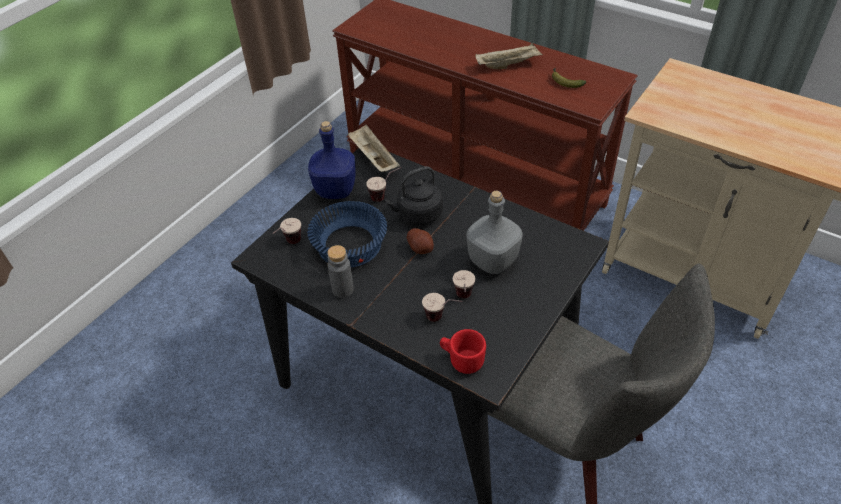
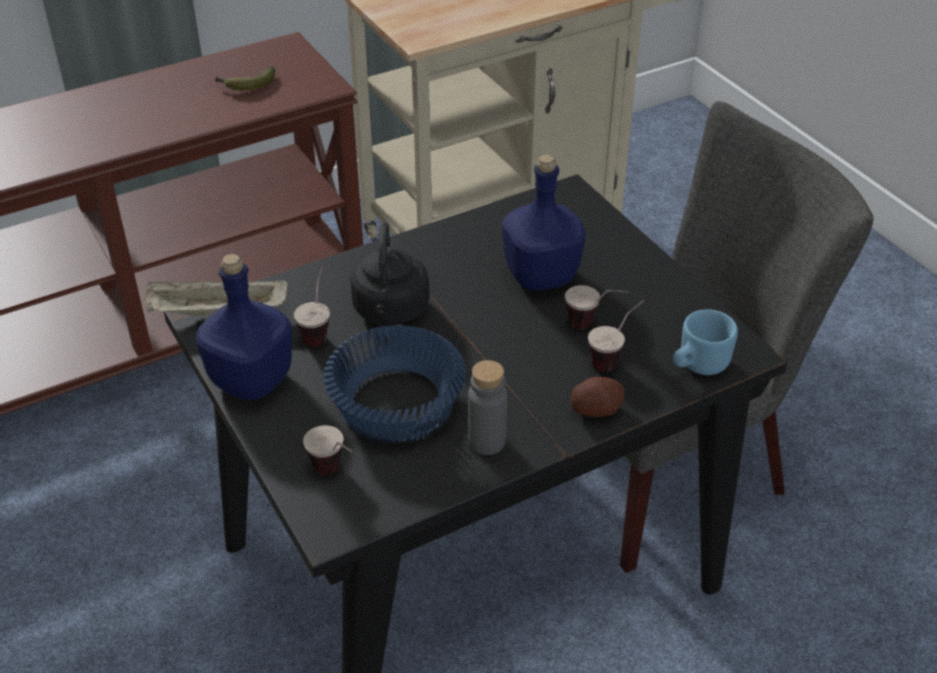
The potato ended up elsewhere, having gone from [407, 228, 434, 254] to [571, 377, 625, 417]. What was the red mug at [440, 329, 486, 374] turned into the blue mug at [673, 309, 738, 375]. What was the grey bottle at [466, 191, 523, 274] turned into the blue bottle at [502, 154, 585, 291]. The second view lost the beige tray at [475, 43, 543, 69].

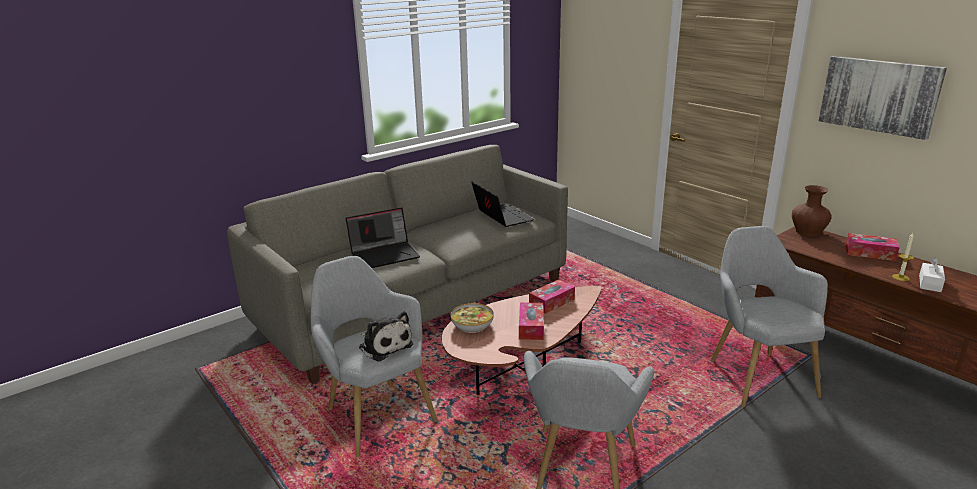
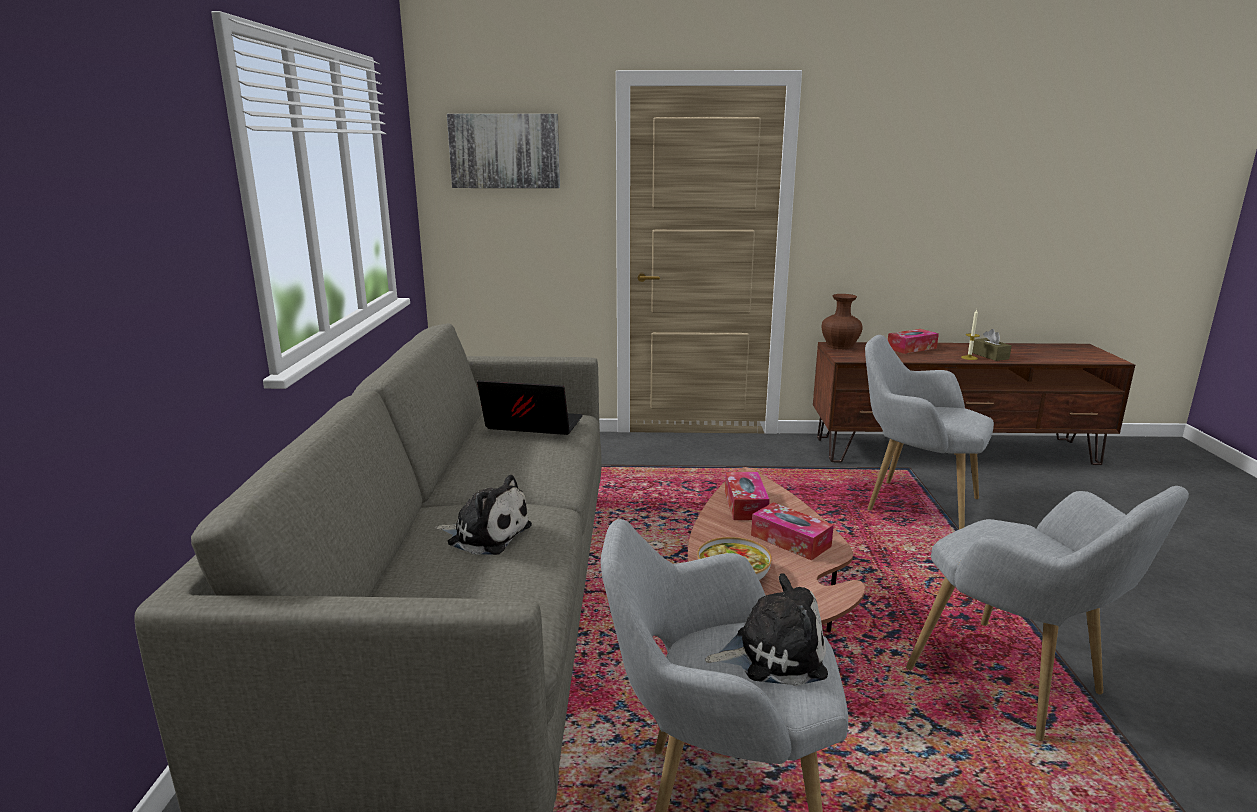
Where the laptop stood at [345, 207, 420, 268], the plush toy came to stand at [434, 475, 532, 555]. The picture ended up elsewhere, having gone from [819, 56, 947, 140] to [447, 114, 560, 188]. What was the white tissue box at [919, 257, 945, 292] turned into the brown tissue box at [972, 329, 1012, 361].

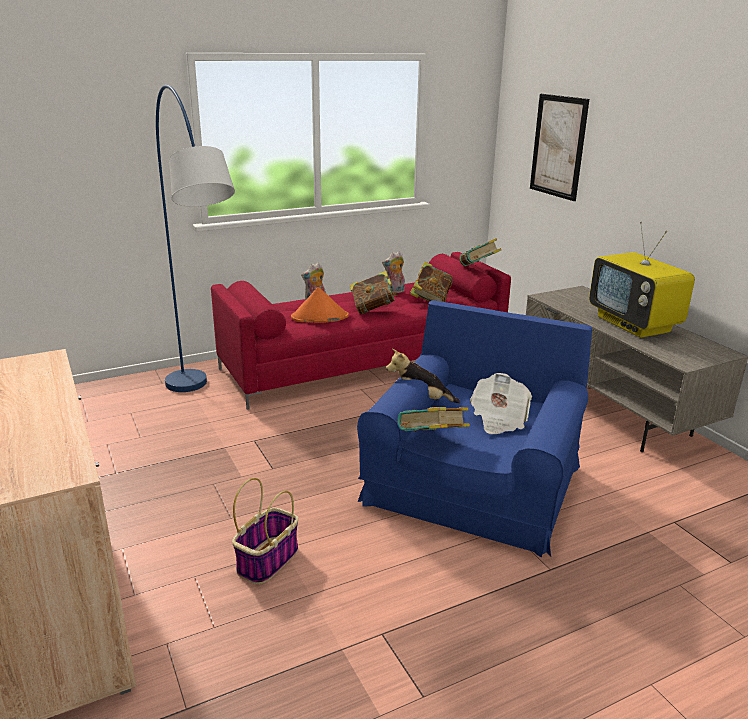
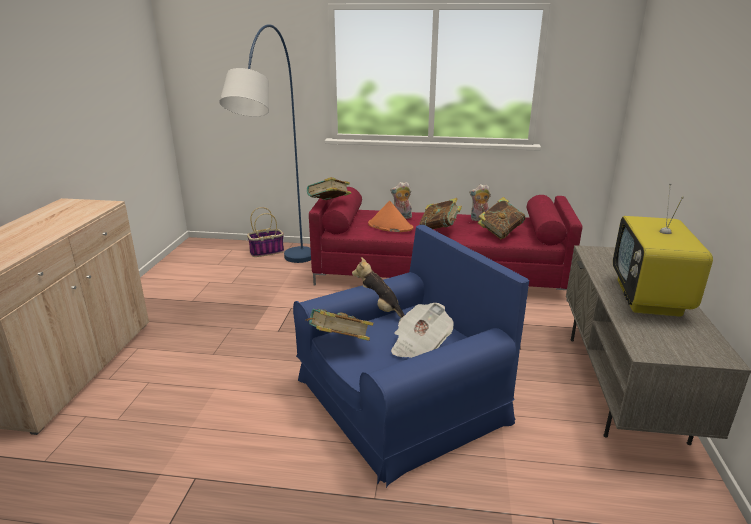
The basket ended up elsewhere, having gone from [232, 478, 298, 584] to [247, 207, 284, 257]. The book ended up elsewhere, having gone from [459, 238, 501, 266] to [307, 177, 352, 200]. The second view lost the picture at [530, 94, 589, 201].

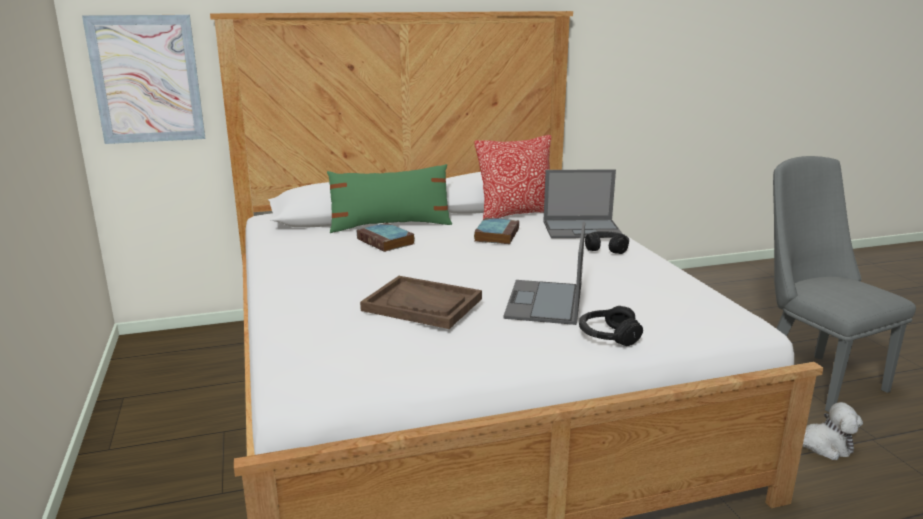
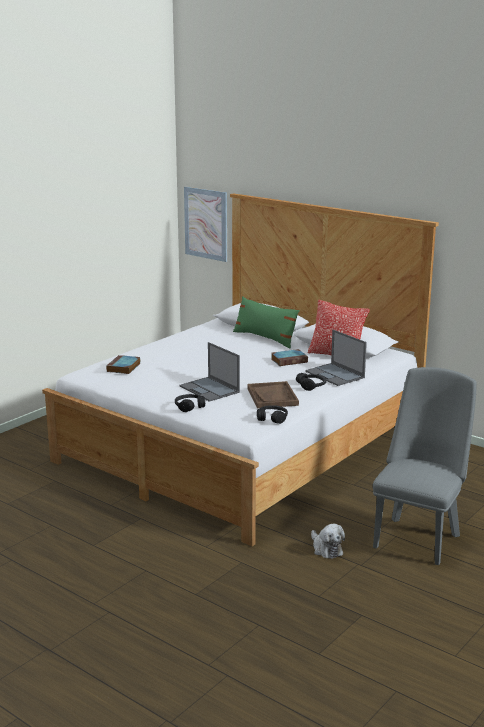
The book ended up elsewhere, having gone from [357, 223, 415, 252] to [106, 355, 141, 374]. The brown tray ended up elsewhere, having gone from [360, 276, 482, 329] to [248, 381, 299, 409]. The laptop at [503, 222, 585, 325] ended up facing another way, 105 degrees counterclockwise from before. The second view gained the black headphones at [257, 405, 288, 424].

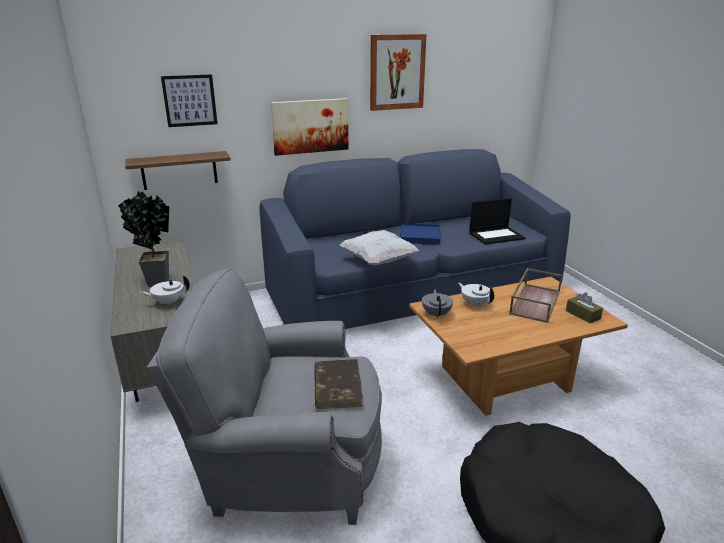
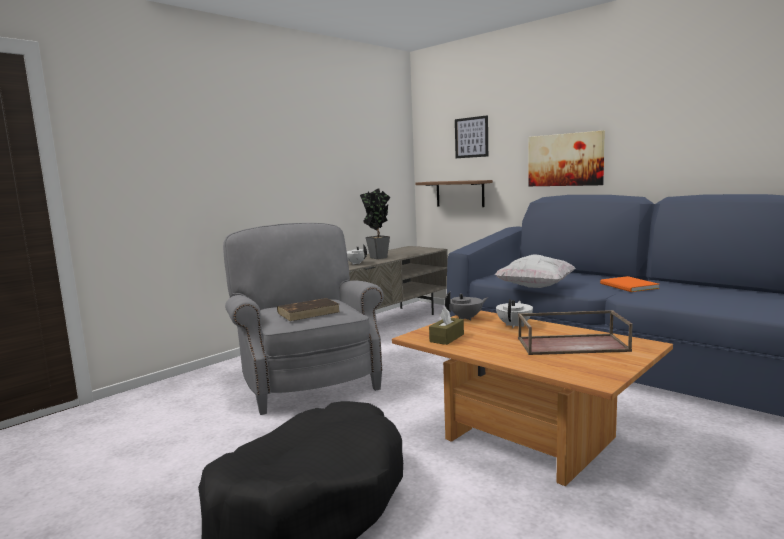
The second view lost the picture at [370, 34, 426, 111]. Where the blue tray stood at [400, 223, 440, 245], the orange book came to stand at [600, 276, 660, 292]. The second view lost the laptop at [469, 198, 526, 245]. The brown tissue box ended up elsewhere, having gone from [566, 292, 603, 323] to [429, 307, 464, 345].

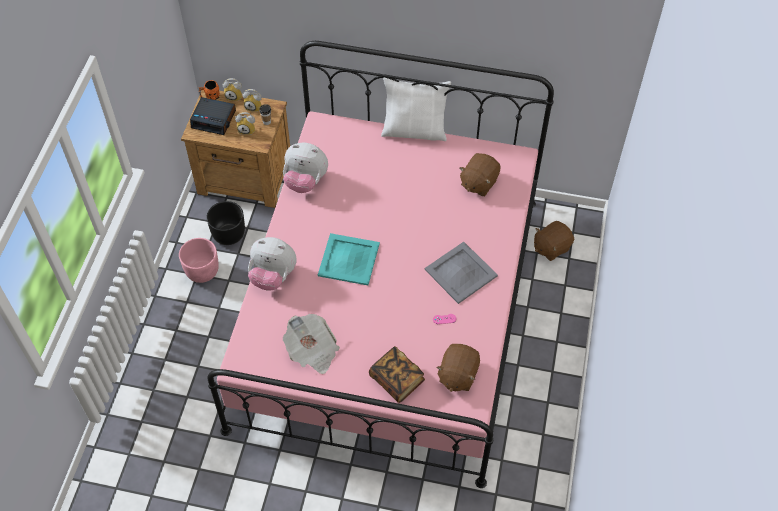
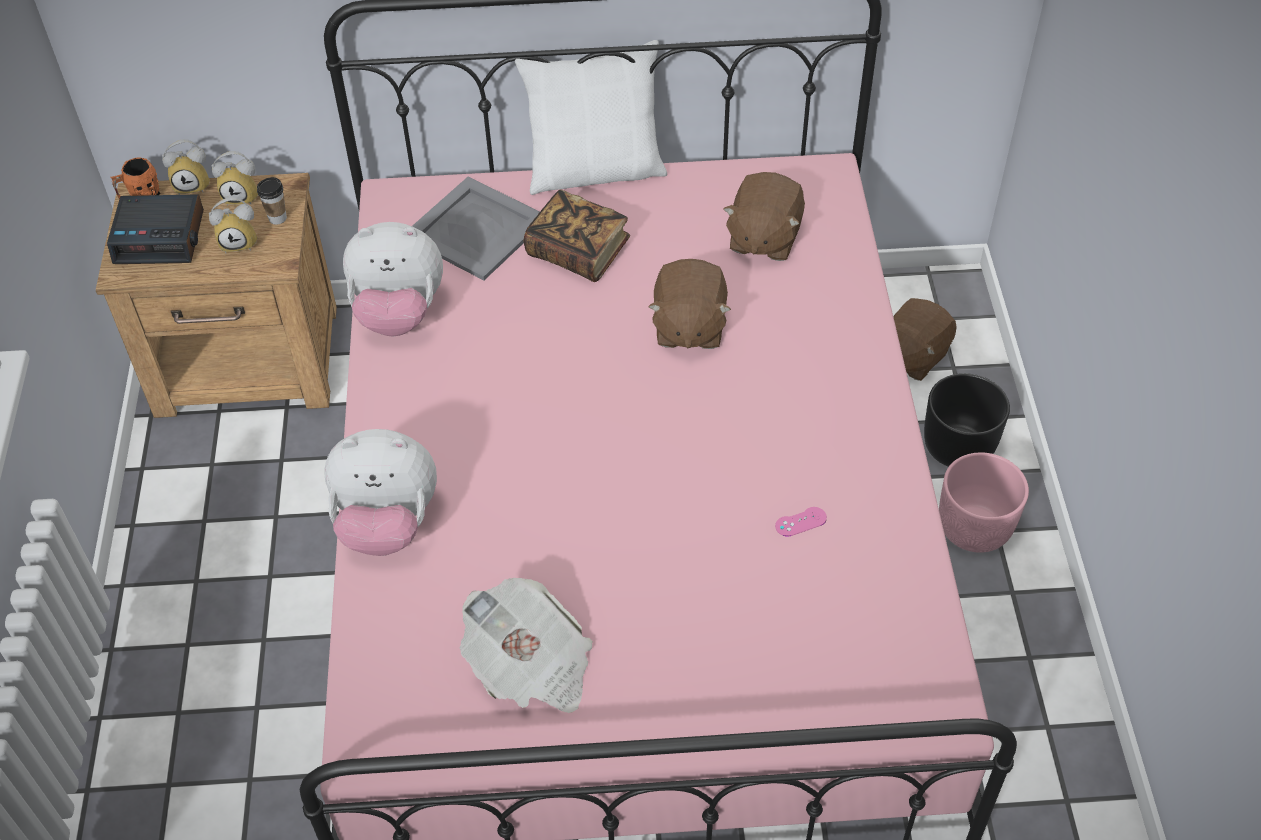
The pink planter ended up elsewhere, having gone from [179, 238, 219, 283] to [939, 453, 1029, 553]. The black planter ended up elsewhere, having gone from [207, 201, 245, 245] to [924, 373, 1010, 467]. The second view lost the turquoise tray at [318, 233, 380, 285]. The book ended up elsewhere, having gone from [369, 346, 425, 403] to [524, 189, 630, 282]. The grey tray ended up elsewhere, having gone from [425, 242, 498, 304] to [412, 177, 540, 280]. The brown plush toy ended up elsewhere, having gone from [436, 344, 480, 392] to [648, 259, 731, 349].

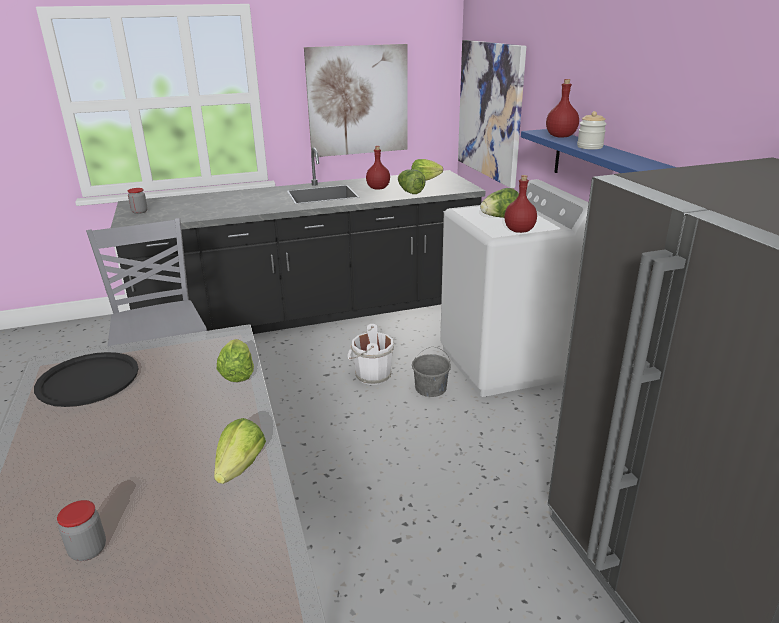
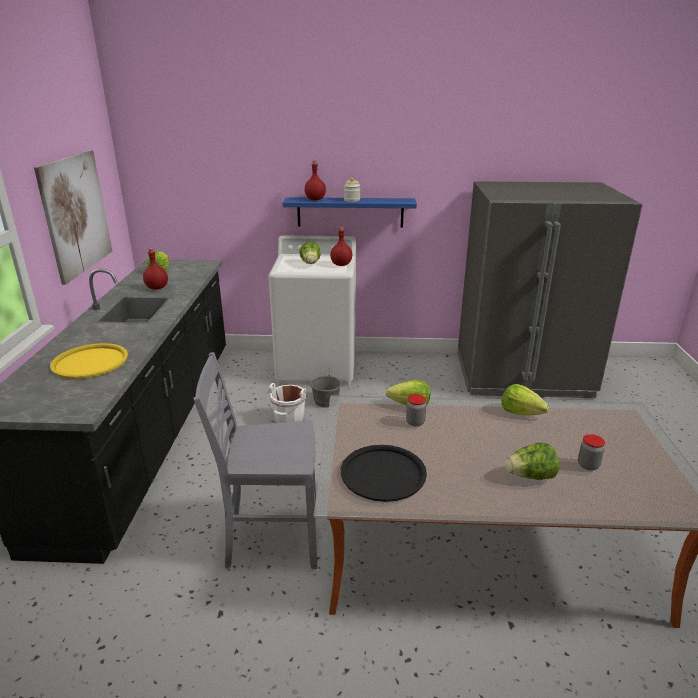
The jar ended up elsewhere, having gone from [127, 188, 148, 214] to [406, 394, 426, 426]. The lettuce ended up elsewhere, having gone from [398, 169, 426, 194] to [505, 443, 560, 480]. The second view lost the picture at [458, 40, 526, 188]. The second view gained the yellow tray at [50, 343, 128, 379].

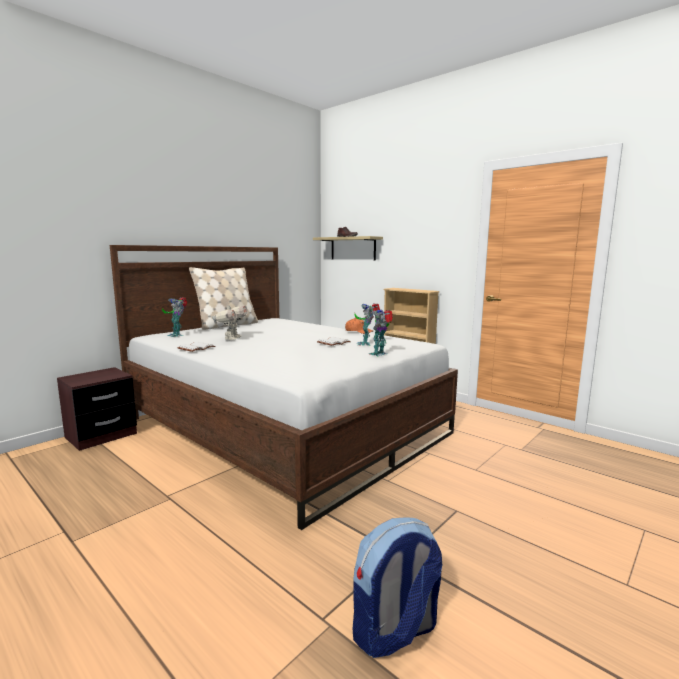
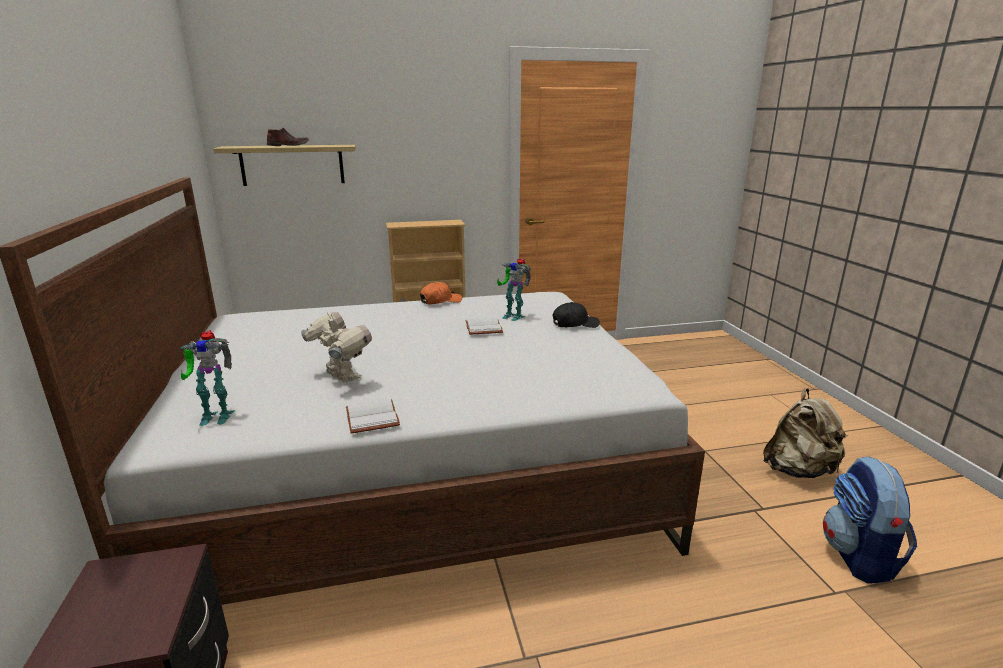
The second view lost the beige pillow at [189, 267, 258, 330]. Where the toy robot stood at [369, 309, 393, 357], the black cap came to stand at [553, 302, 600, 328]. The second view gained the beige backpack at [763, 388, 848, 478].

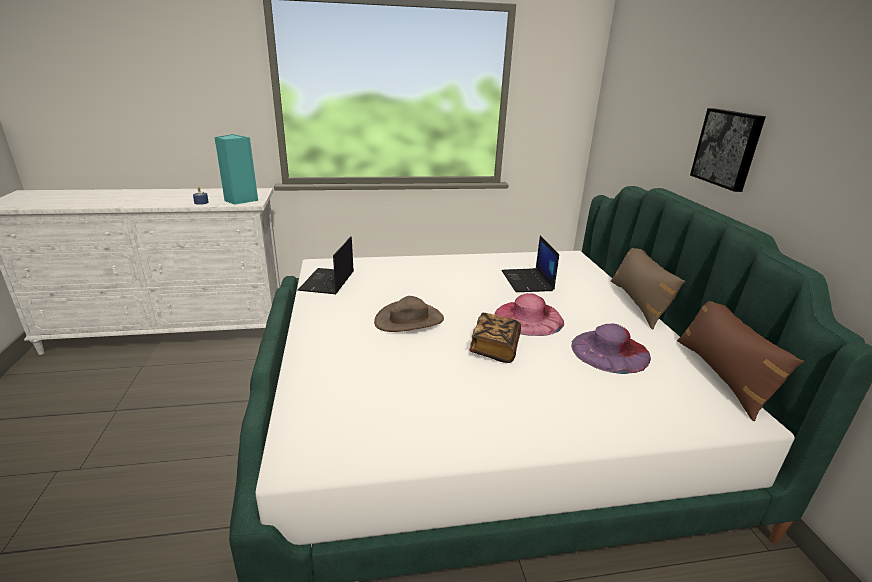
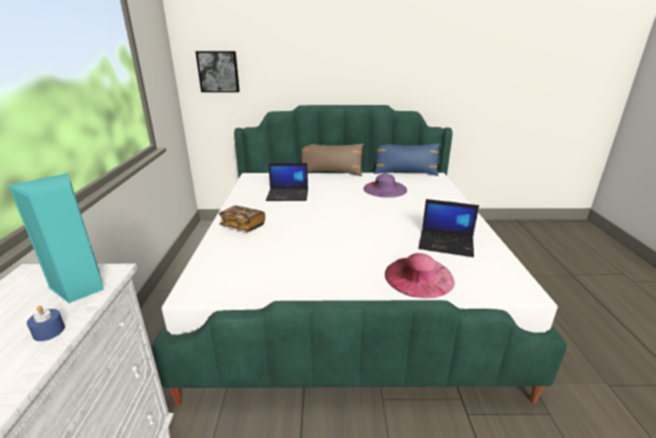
The laptop ended up elsewhere, having gone from [297, 237, 354, 294] to [418, 199, 479, 257]. The second view lost the brown hat at [374, 296, 444, 332]. The book ended up elsewhere, having gone from [469, 313, 521, 363] to [219, 205, 265, 232]. The pink hat ended up elsewhere, having gone from [495, 293, 564, 336] to [385, 253, 455, 298]. What was the brown pillow at [677, 301, 804, 421] turned into the blue pillow at [374, 143, 440, 176]. The picture ended up elsewhere, having gone from [690, 108, 766, 192] to [195, 51, 240, 92].

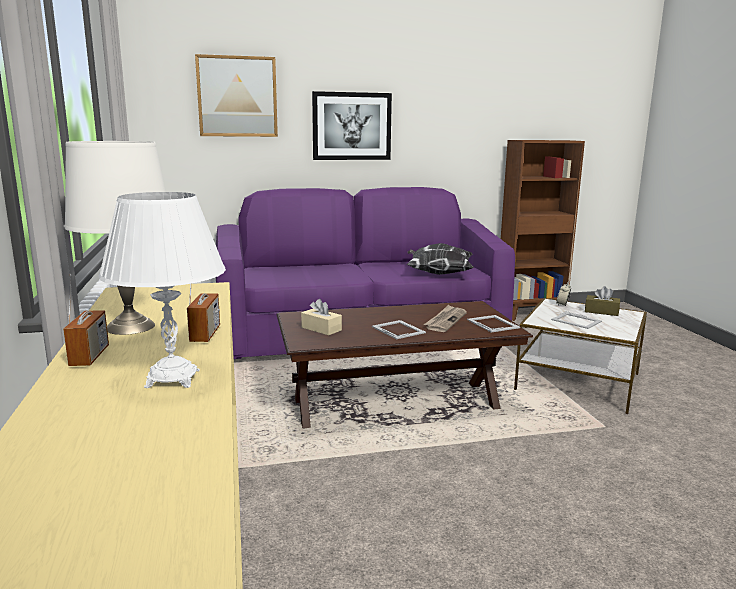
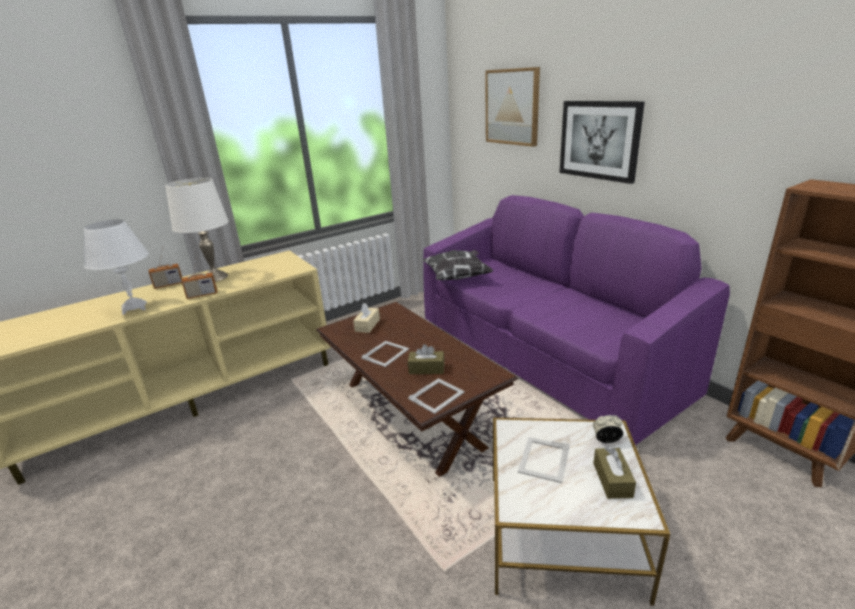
The pillow ended up elsewhere, having gone from [406, 243, 474, 275] to [422, 250, 494, 280]. Where the newspaper stood at [423, 305, 467, 332], the brown tissue box came to stand at [408, 344, 444, 374].

